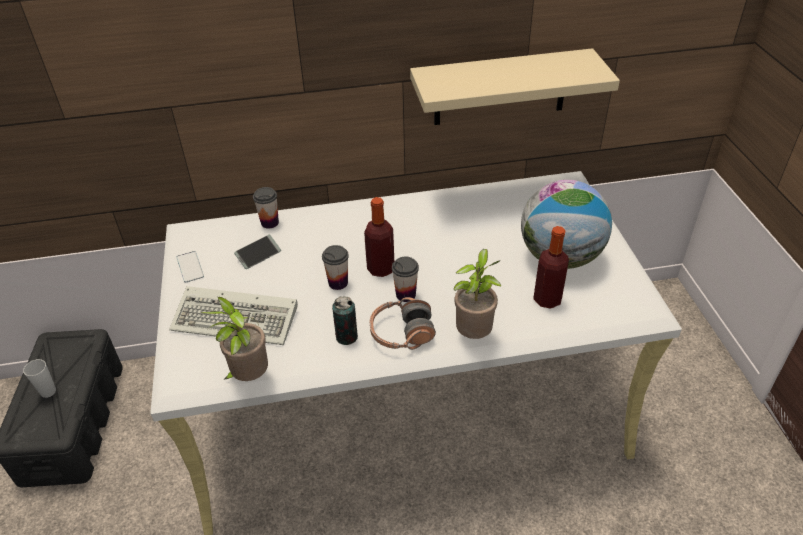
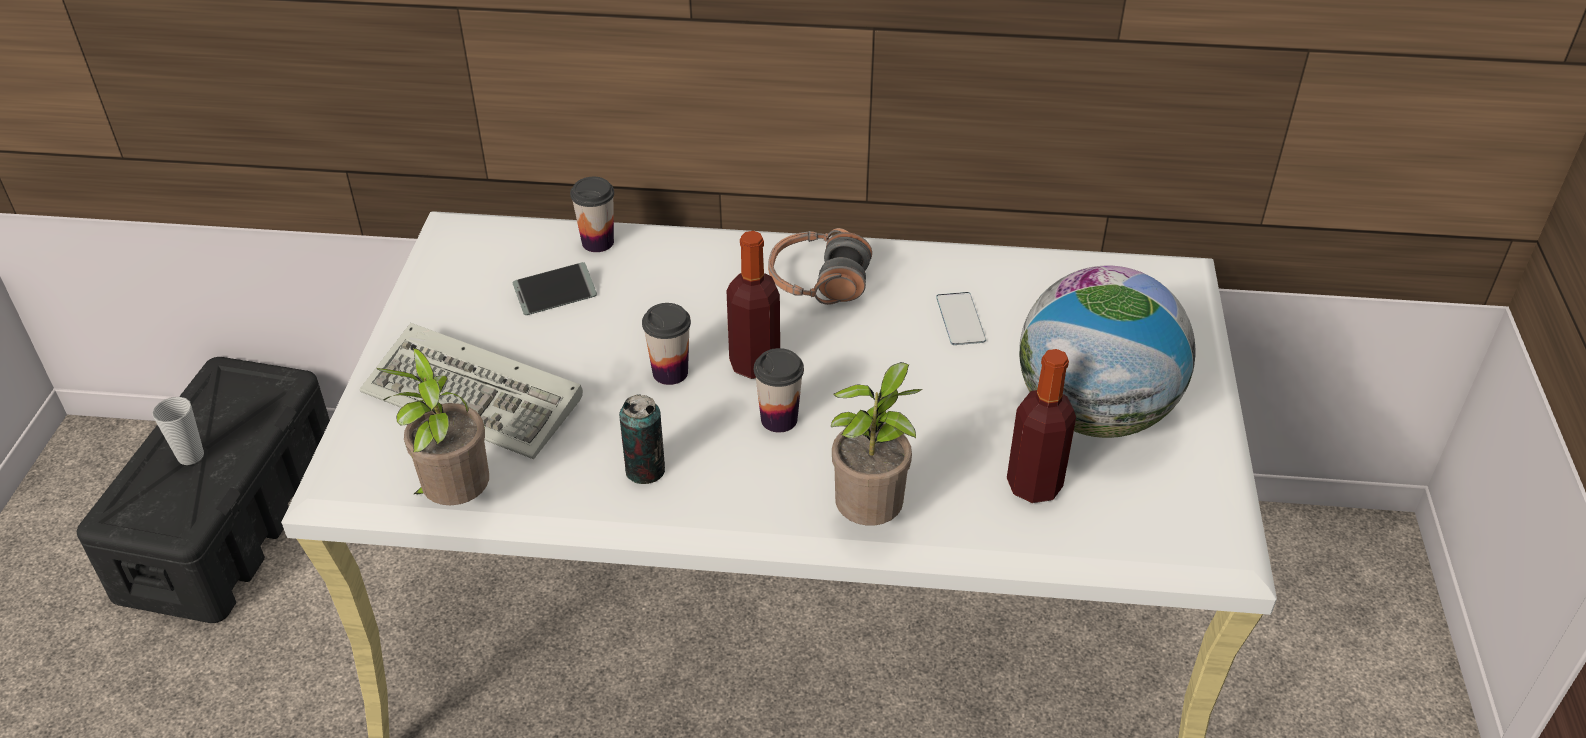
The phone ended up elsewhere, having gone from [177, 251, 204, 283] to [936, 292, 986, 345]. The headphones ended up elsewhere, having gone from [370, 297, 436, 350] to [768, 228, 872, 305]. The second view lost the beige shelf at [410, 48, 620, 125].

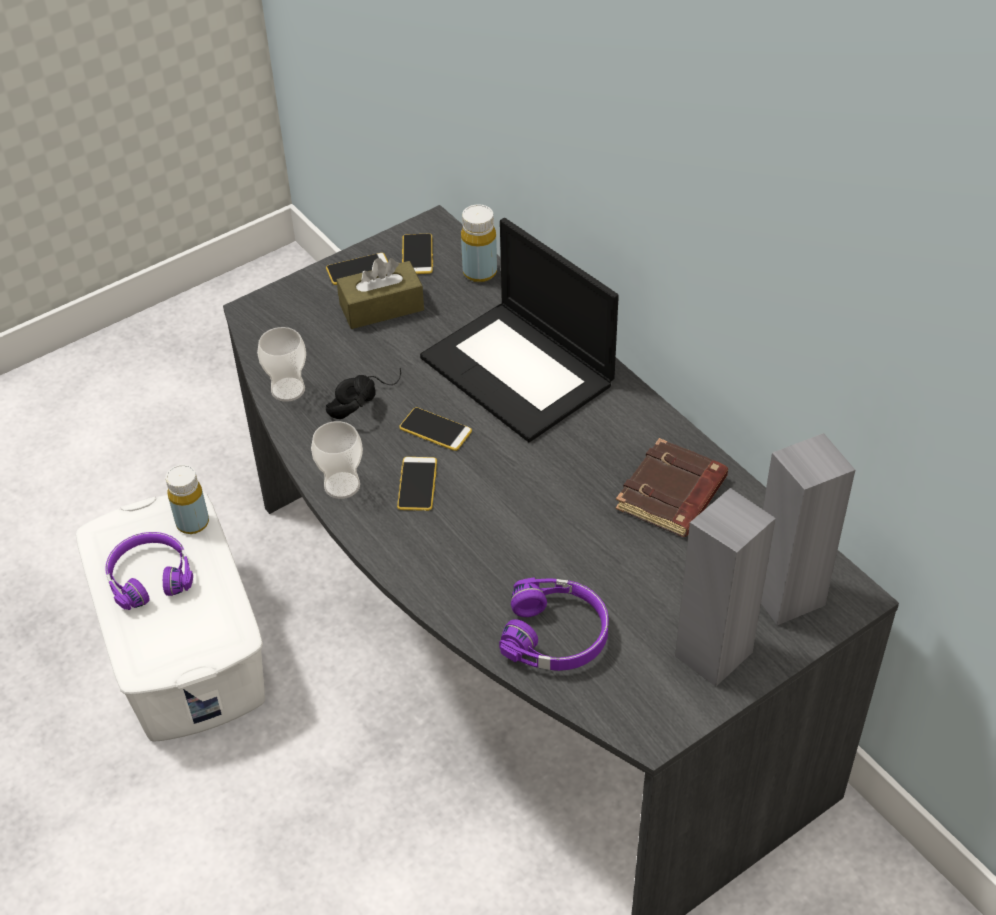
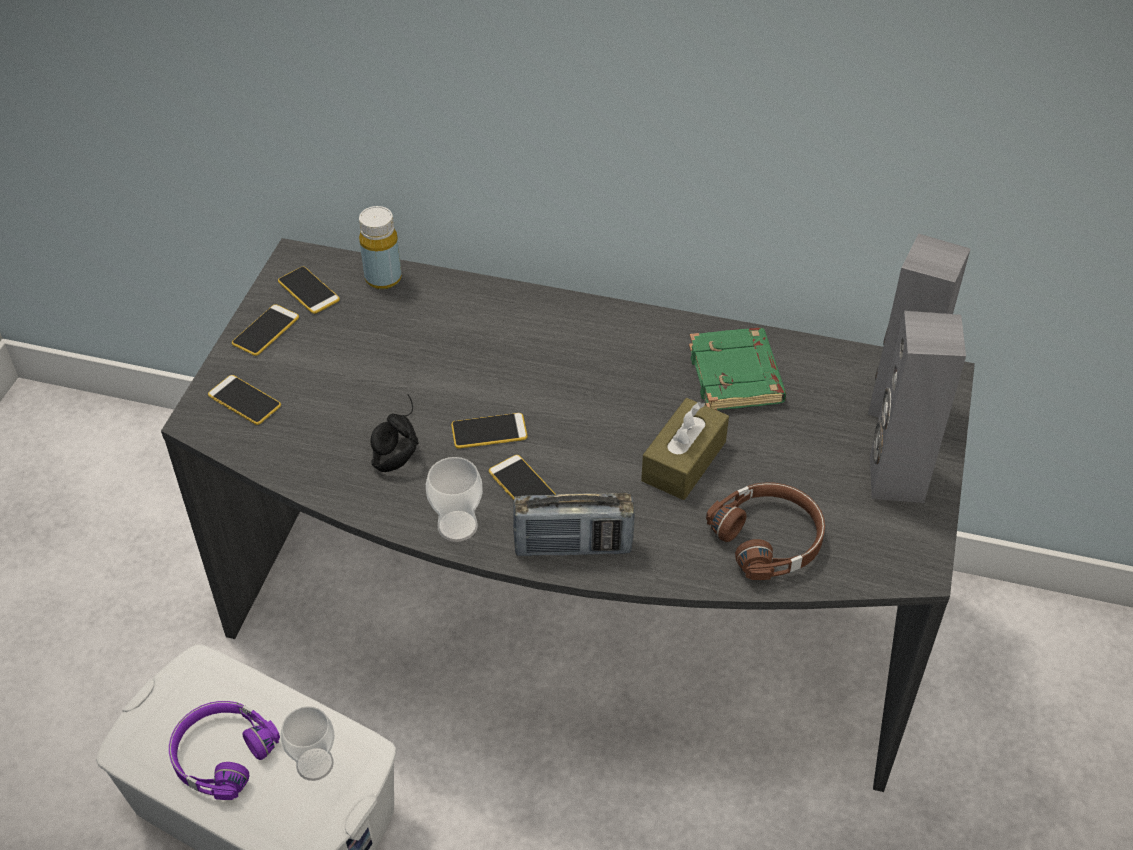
The second view lost the yellow bottle at [166, 465, 209, 534]. The cup ended up elsewhere, having gone from [257, 327, 306, 402] to [281, 706, 335, 781]. The brown tissue box ended up elsewhere, having gone from [337, 258, 424, 329] to [641, 398, 729, 500]. The second view lost the laptop at [420, 218, 619, 442]. What was the purple headphones at [499, 578, 609, 671] turned into the brown headphones at [706, 482, 825, 580]. What was the brown book at [615, 438, 728, 537] turned into the green book at [689, 328, 786, 410]. The second view gained the phone at [208, 375, 281, 425]. The second view gained the radio at [513, 493, 635, 556].

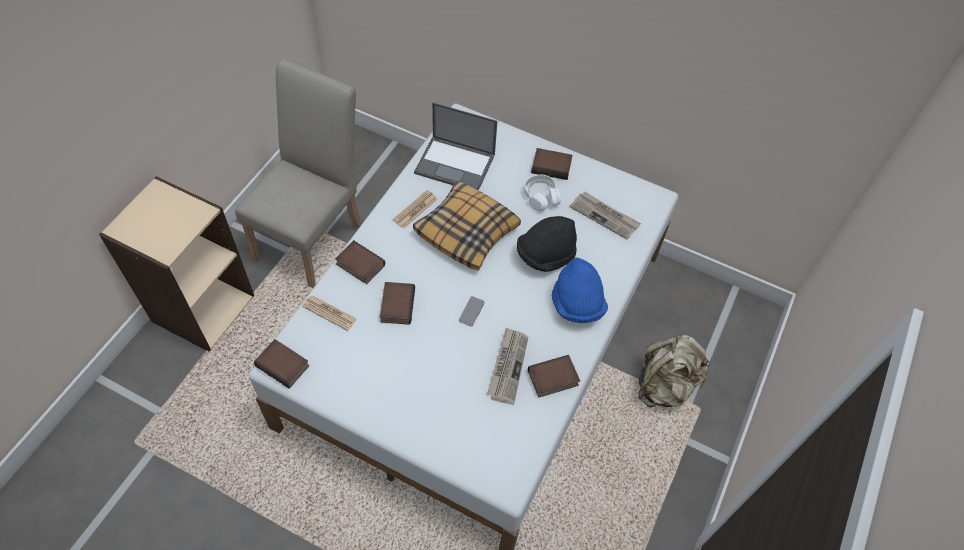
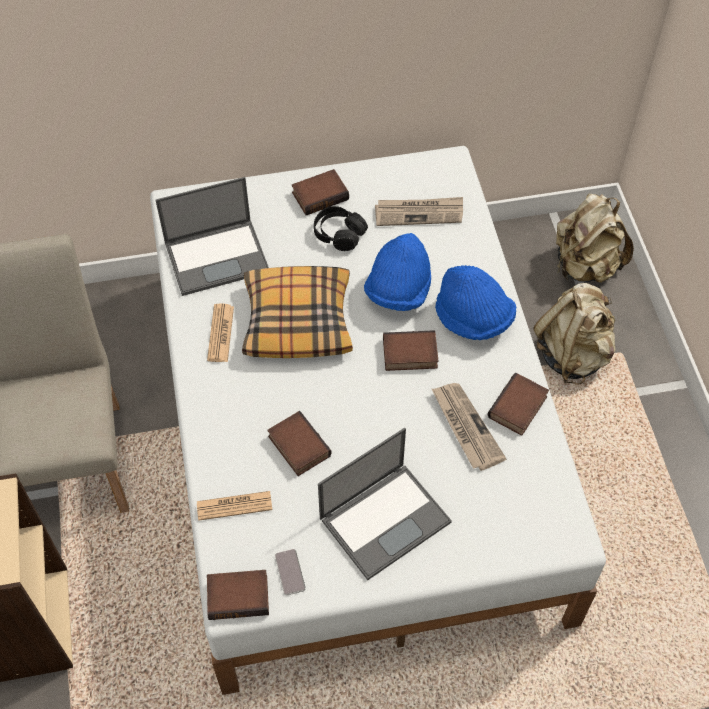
The book ended up elsewhere, having gone from [335, 240, 385, 284] to [383, 330, 438, 371]. The phone ended up elsewhere, having gone from [459, 296, 485, 326] to [275, 549, 306, 595]. What was the black hat at [517, 216, 577, 272] turned into the blue hat at [364, 233, 431, 311]. What was the white headphones at [524, 175, 560, 211] turned into the black headphones at [314, 206, 368, 251]. The second view gained the laptop at [318, 428, 452, 580]. The second view gained the beige backpack at [556, 194, 634, 283].

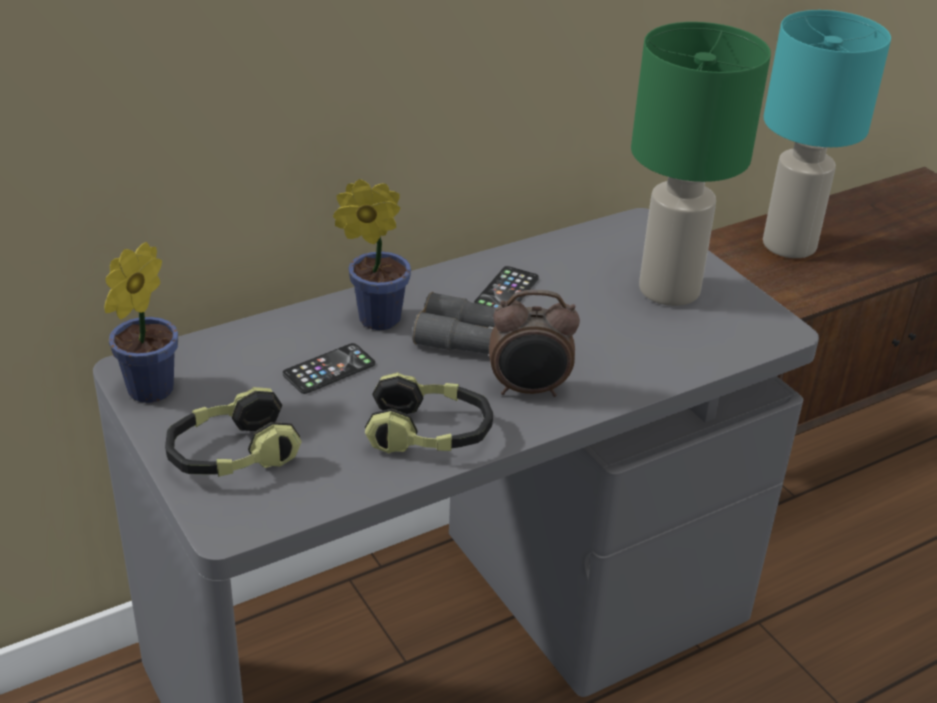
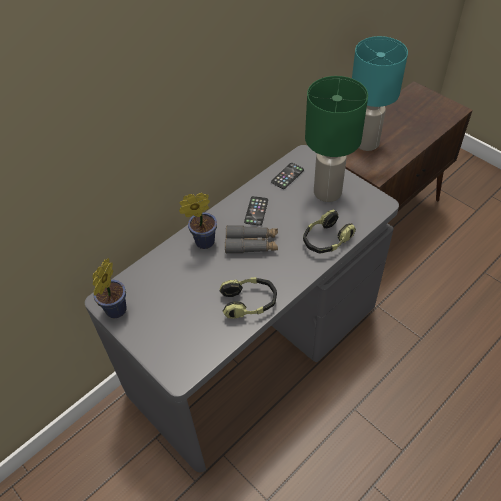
The headphones ended up elsewhere, having gone from [165, 387, 302, 477] to [303, 210, 356, 254]. The phone ended up elsewhere, having gone from [283, 343, 375, 394] to [271, 163, 304, 189]. The second view lost the alarm clock at [489, 290, 580, 397].

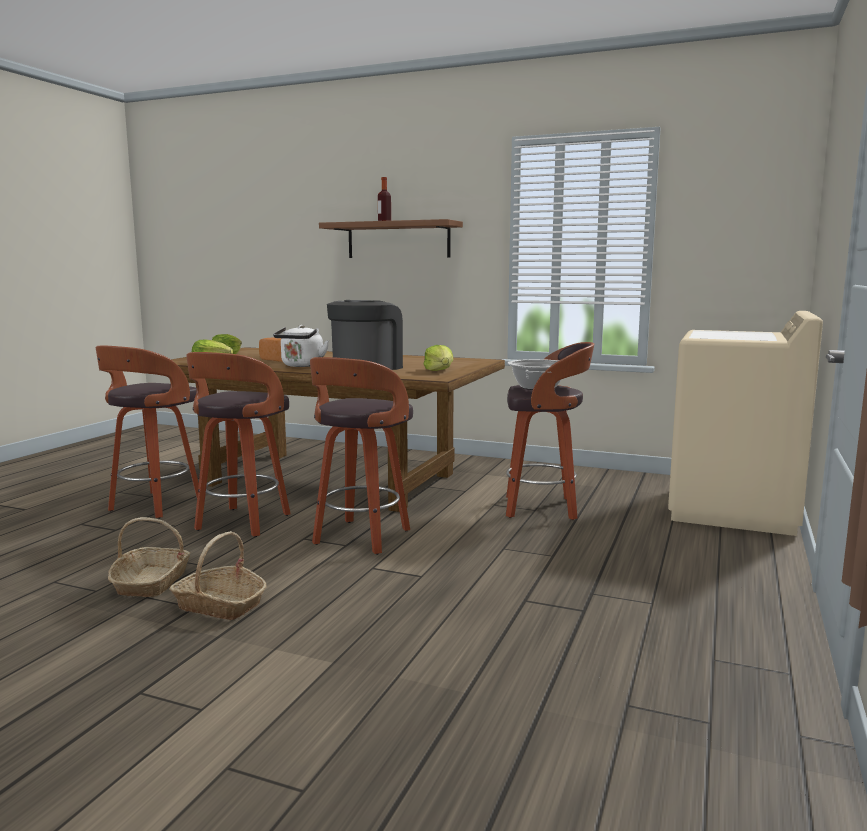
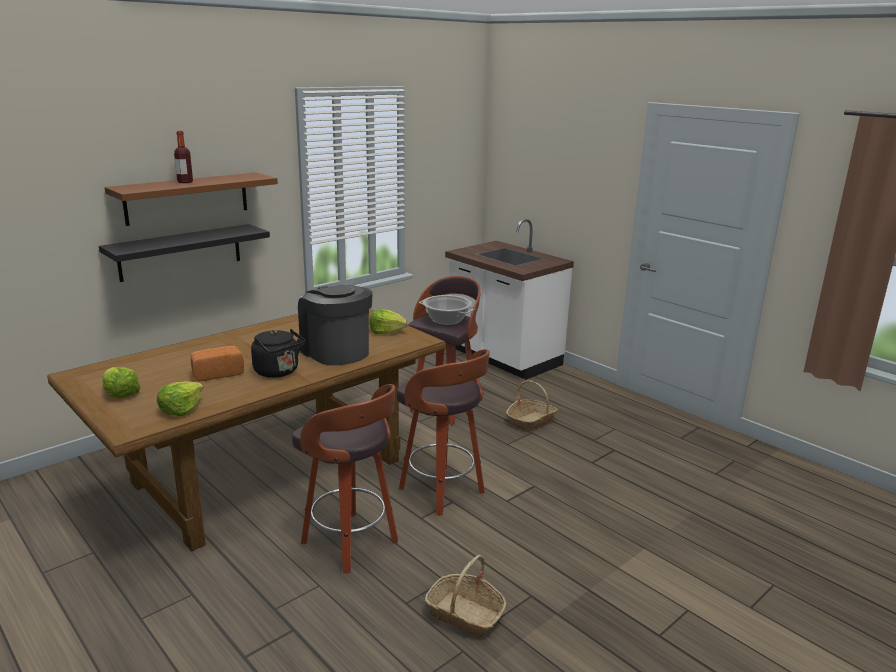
The second view lost the stool at [95, 346, 199, 519]. The basket ended up elsewhere, having gone from [169, 531, 267, 620] to [506, 380, 558, 432]. What was the white kettle at [273, 325, 329, 367] turned into the black kettle at [251, 329, 305, 378]. Where the beige washing machine stood at [668, 311, 823, 536], the white counter came to stand at [445, 219, 574, 380]. The second view gained the black shelf at [99, 224, 270, 282].

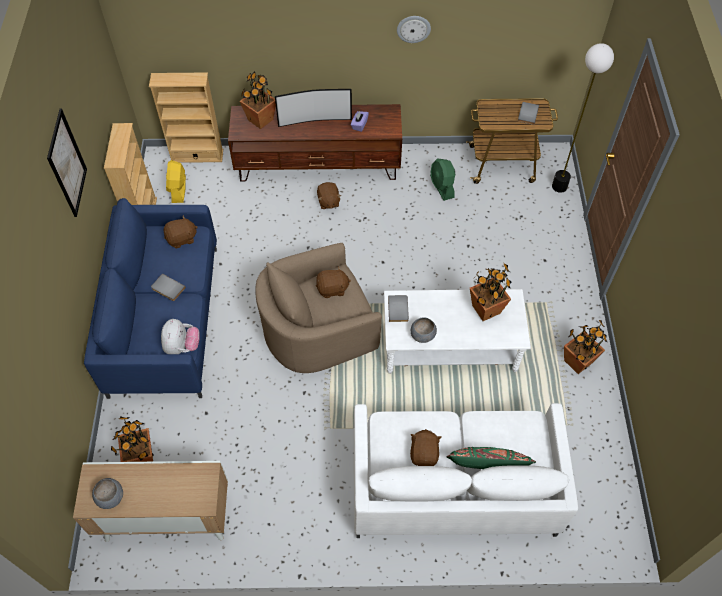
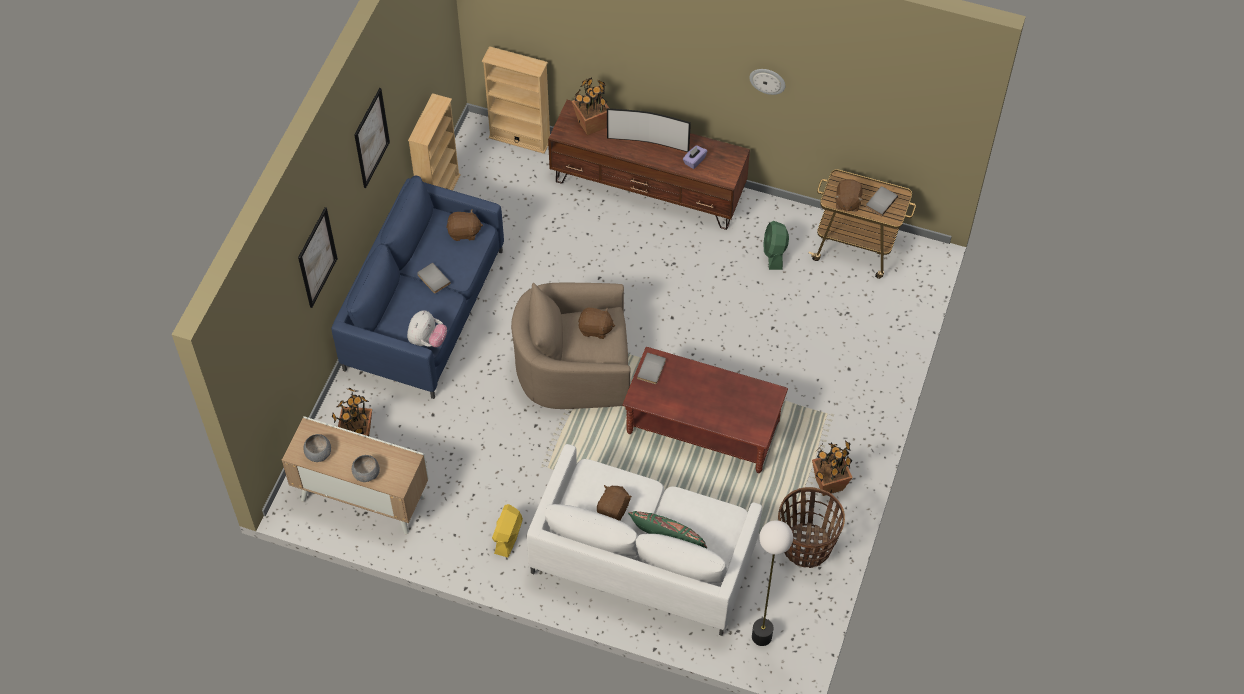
The yellow fan ended up elsewhere, having gone from [166, 160, 186, 203] to [492, 504, 523, 558]. The brown plush toy ended up elsewhere, having gone from [317, 182, 341, 209] to [835, 179, 863, 211]. What was the white coffee table at [384, 289, 531, 374] turned into the brown coffee table at [622, 347, 788, 473]. The grey bowl ended up elsewhere, having gone from [411, 317, 437, 343] to [352, 455, 380, 482]. The second view lost the potted plant at [470, 262, 511, 321]. The floor lamp ended up elsewhere, having gone from [552, 43, 614, 193] to [752, 520, 793, 646]. The second view gained the picture at [298, 207, 338, 308]. The second view gained the basket at [778, 487, 845, 568].

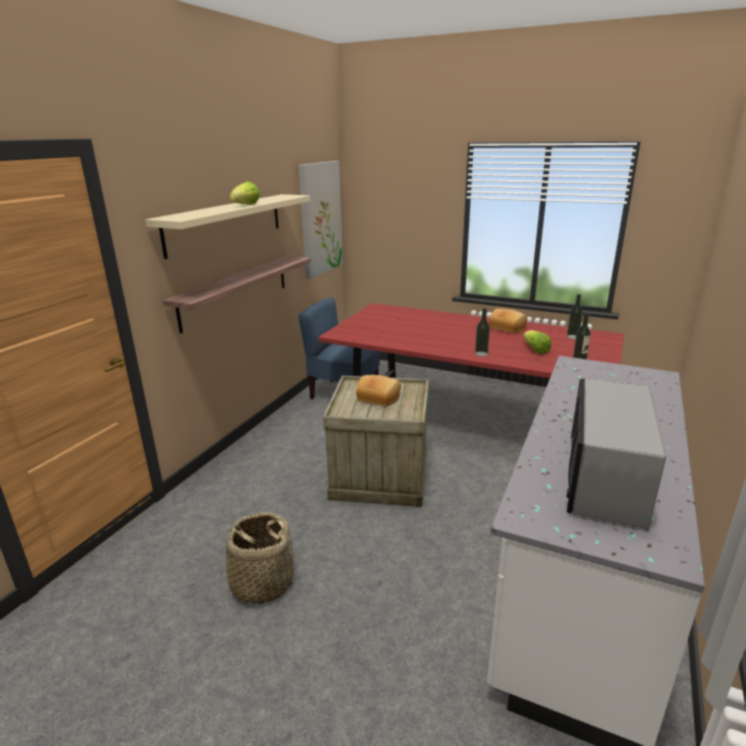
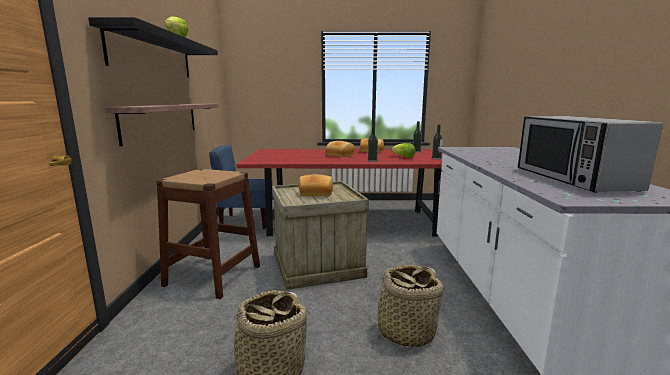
What was the beige shelf at [145, 194, 310, 259] turned into the black shelf at [88, 17, 218, 77]. The second view lost the picture at [298, 161, 343, 279]. The second view gained the brown stool at [156, 169, 260, 299]. The second view gained the bread at [326, 141, 355, 157]. The second view gained the basket at [364, 265, 446, 347].

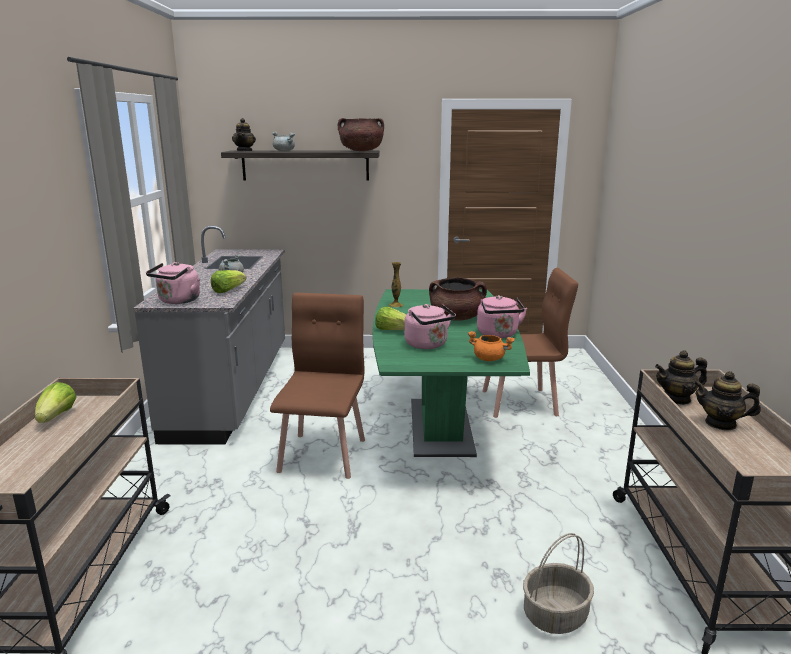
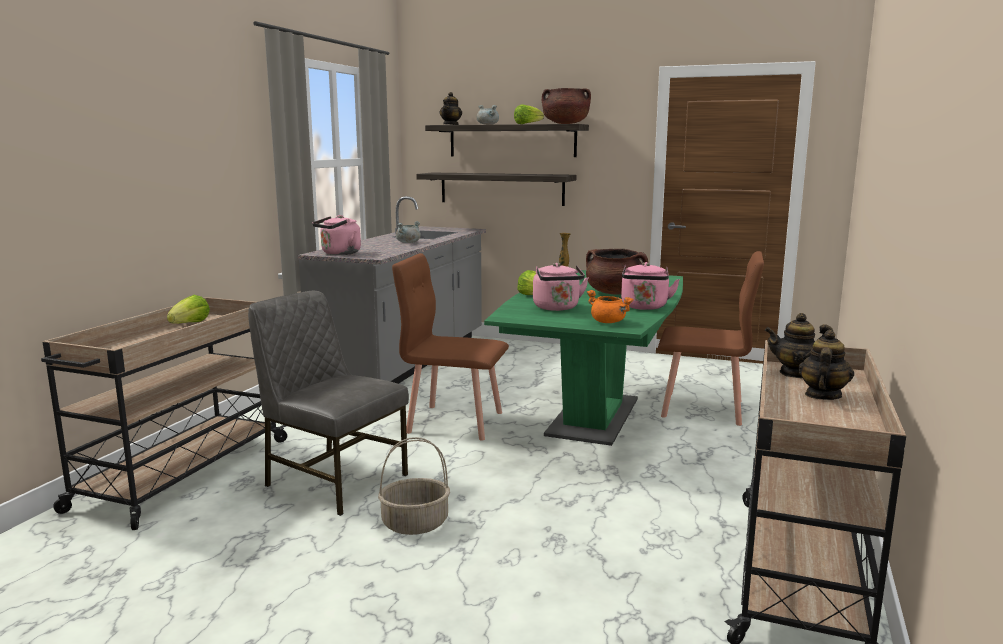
The lettuce ended up elsewhere, having gone from [211, 270, 246, 293] to [514, 104, 544, 124]. The brown chair at [270, 293, 365, 479] ended up facing another way, 105 degrees counterclockwise from before. The basket ended up elsewhere, having gone from [523, 533, 594, 634] to [378, 437, 450, 535]. The teapot at [694, 371, 761, 430] ended up facing another way, 75 degrees clockwise from before. The second view gained the grey chair at [248, 291, 409, 516]. The second view gained the shelf at [417, 172, 576, 206].

